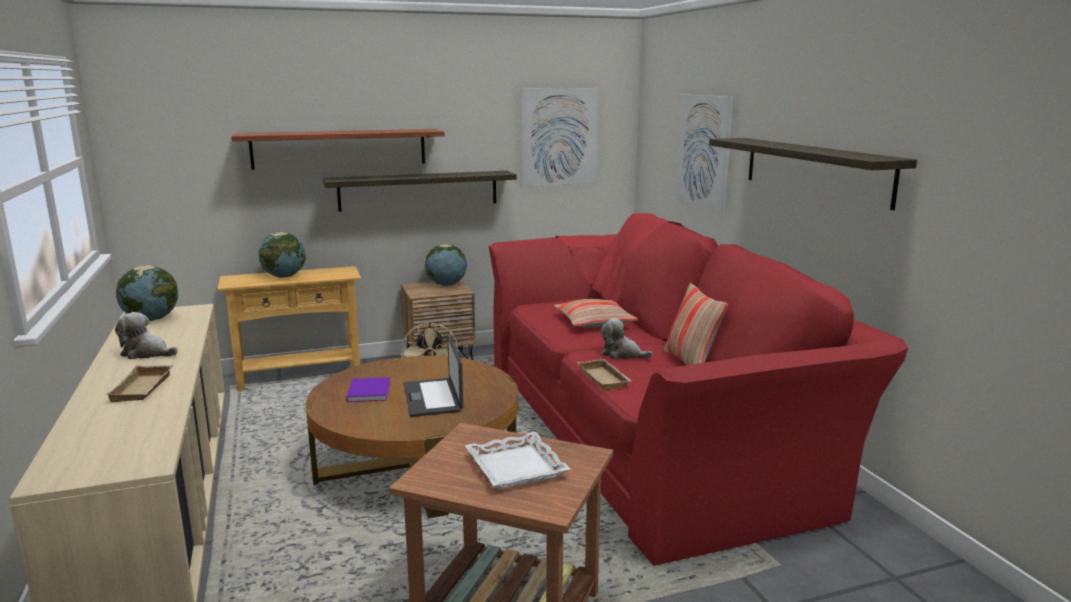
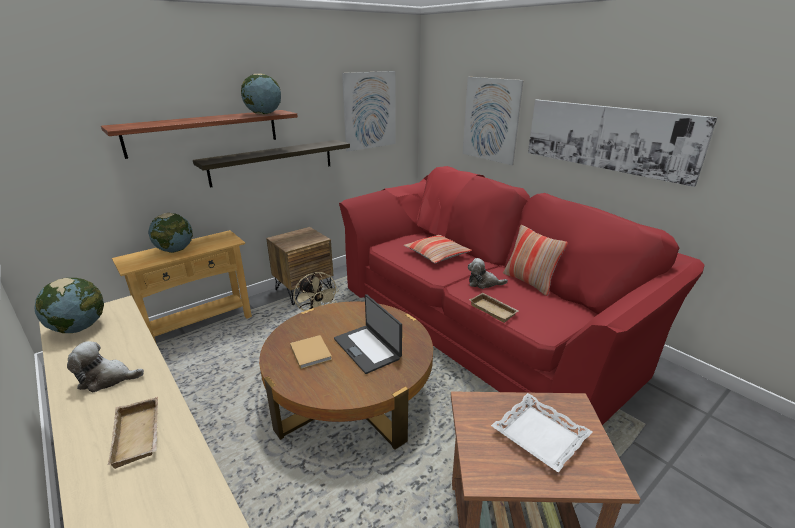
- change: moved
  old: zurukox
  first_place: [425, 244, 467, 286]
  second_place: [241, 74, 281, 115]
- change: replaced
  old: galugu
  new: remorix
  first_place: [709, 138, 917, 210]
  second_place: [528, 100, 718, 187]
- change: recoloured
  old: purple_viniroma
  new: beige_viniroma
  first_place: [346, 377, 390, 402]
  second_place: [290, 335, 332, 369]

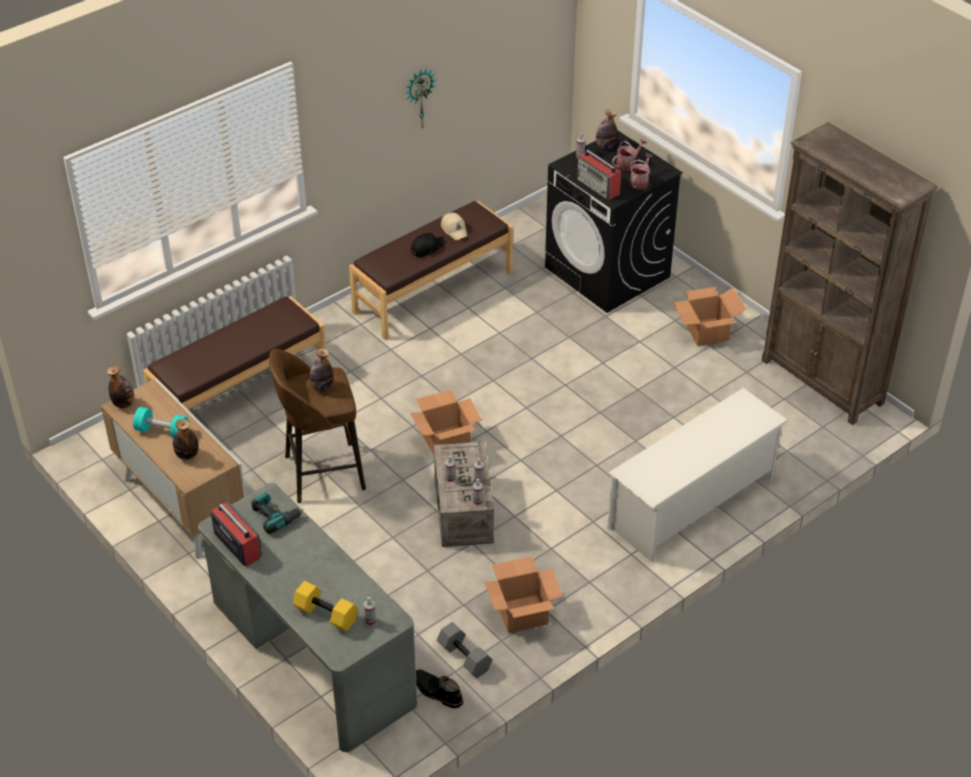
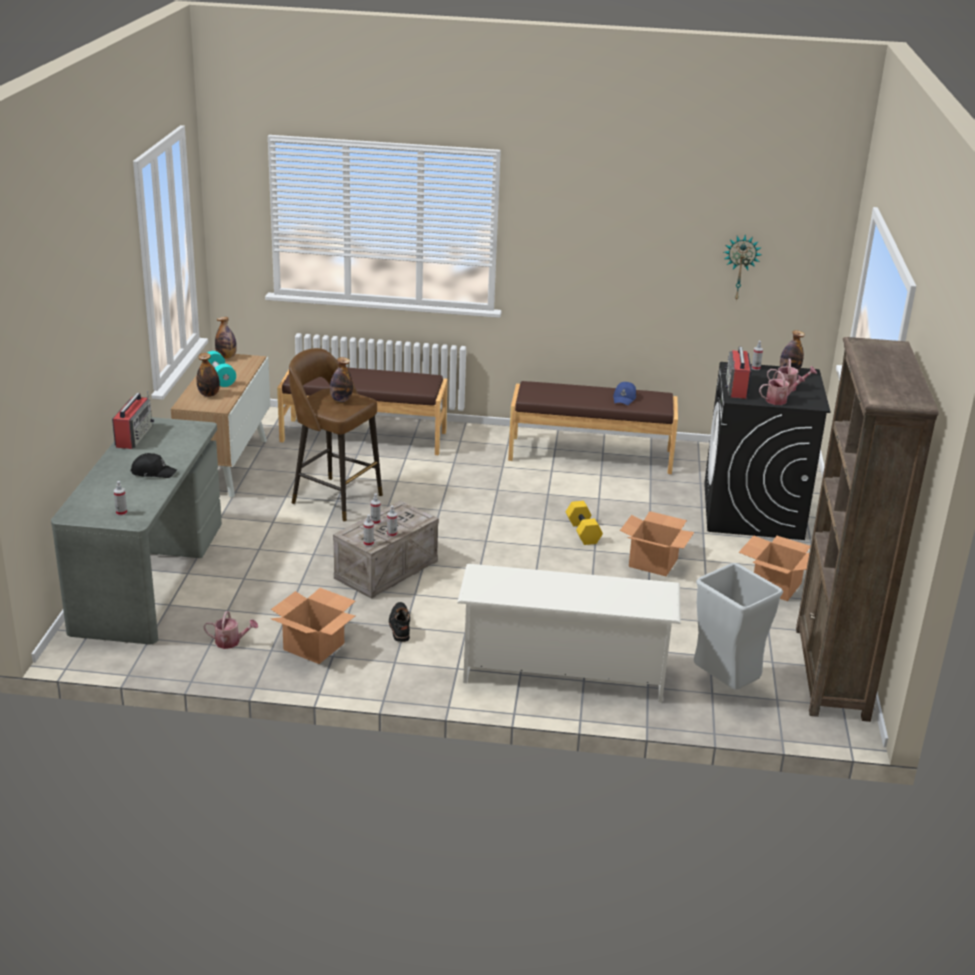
- change: removed
  old: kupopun
  first_place: [252, 493, 303, 534]
- change: added
  new: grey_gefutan
  second_place: [694, 563, 783, 690]
- change: moved
  old: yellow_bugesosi
  first_place: [293, 581, 358, 631]
  second_place: [566, 501, 603, 545]
- change: moved
  old: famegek
  first_place: [405, 68, 436, 128]
  second_place: [724, 235, 762, 301]
- change: moved
  old: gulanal
  first_place: [410, 390, 482, 455]
  second_place: [620, 511, 694, 576]
- change: moved
  old: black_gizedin
  first_place: [411, 233, 445, 257]
  second_place: [130, 453, 177, 478]
- change: moved
  old: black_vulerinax
  first_place: [416, 669, 463, 708]
  second_place: [389, 602, 410, 642]
- change: replaced
  old: grey_bugesosi
  new: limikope
  first_place: [437, 622, 493, 678]
  second_place: [203, 611, 258, 649]
- change: recoloured
  old: beige_gizedin
  new: blue_gizedin
  first_place: [441, 213, 467, 240]
  second_place: [613, 382, 636, 405]

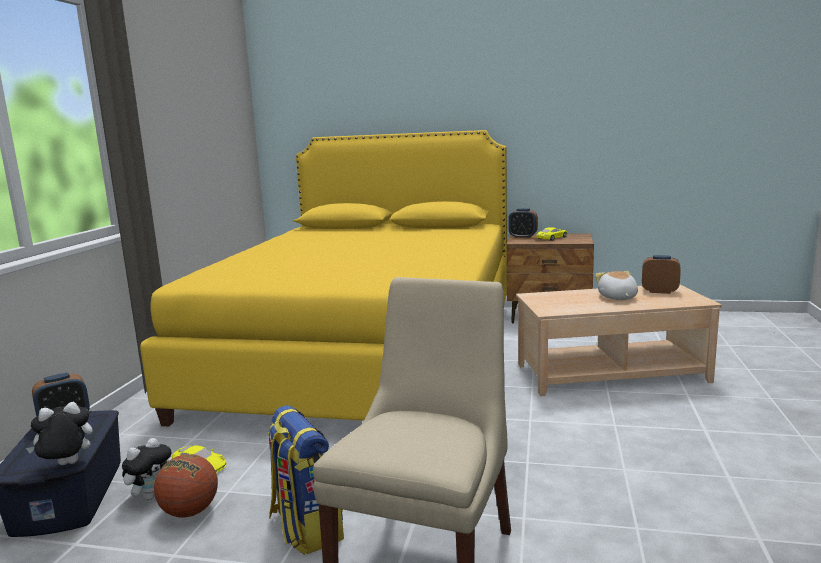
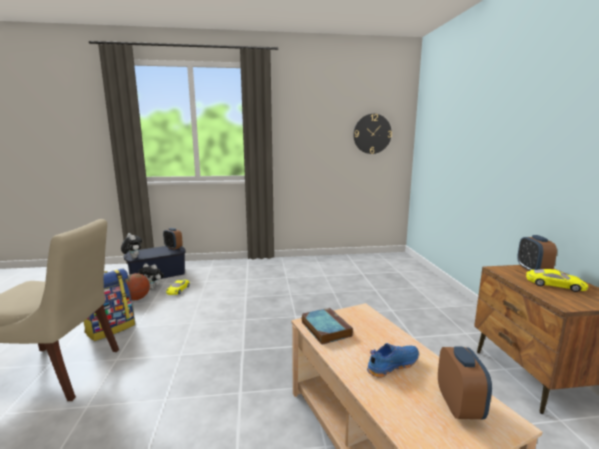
- change: removed
  old: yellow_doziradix
  first_place: [140, 130, 507, 427]
- change: added
  new: viniroma
  second_place: [301, 308, 353, 345]
- change: added
  new: famegek
  second_place: [353, 114, 392, 154]
- change: replaced
  old: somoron
  new: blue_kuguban
  first_place: [595, 271, 638, 300]
  second_place: [367, 343, 419, 378]

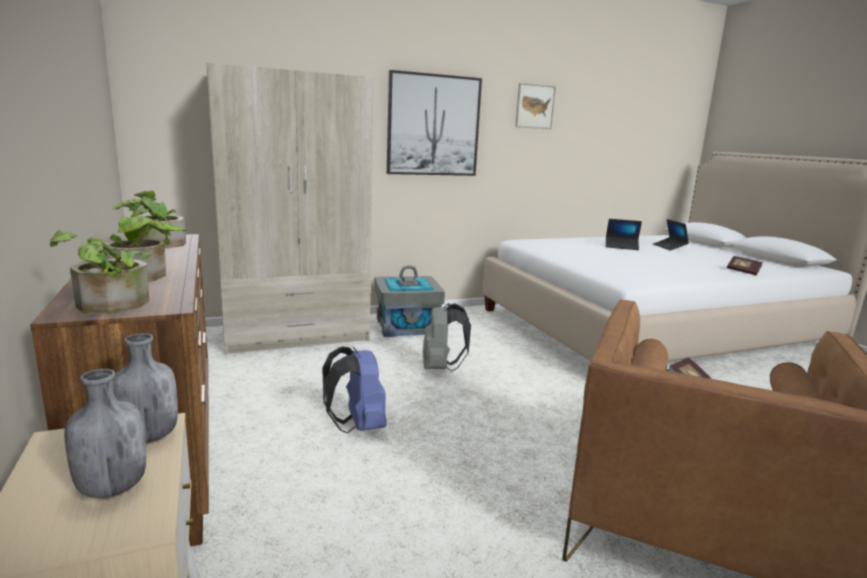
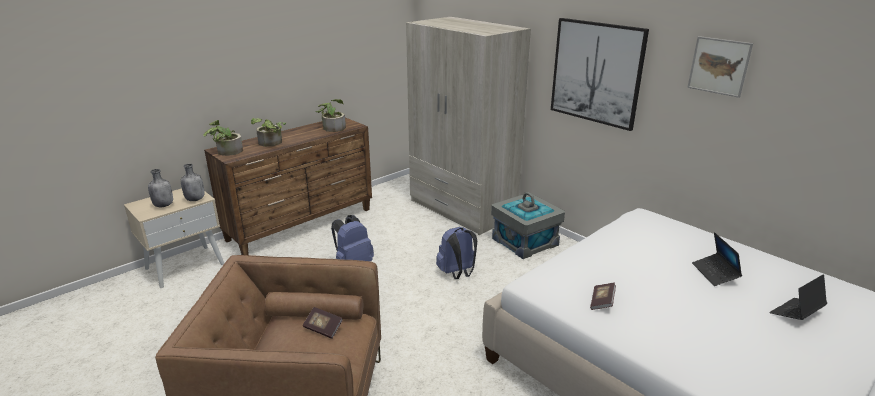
- change: moved
  old: viniroma
  first_place: [727, 256, 763, 275]
  second_place: [590, 283, 616, 310]
- change: recoloured
  old: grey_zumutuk
  new: blue_zumutuk
  first_place: [423, 303, 471, 371]
  second_place: [436, 227, 477, 279]

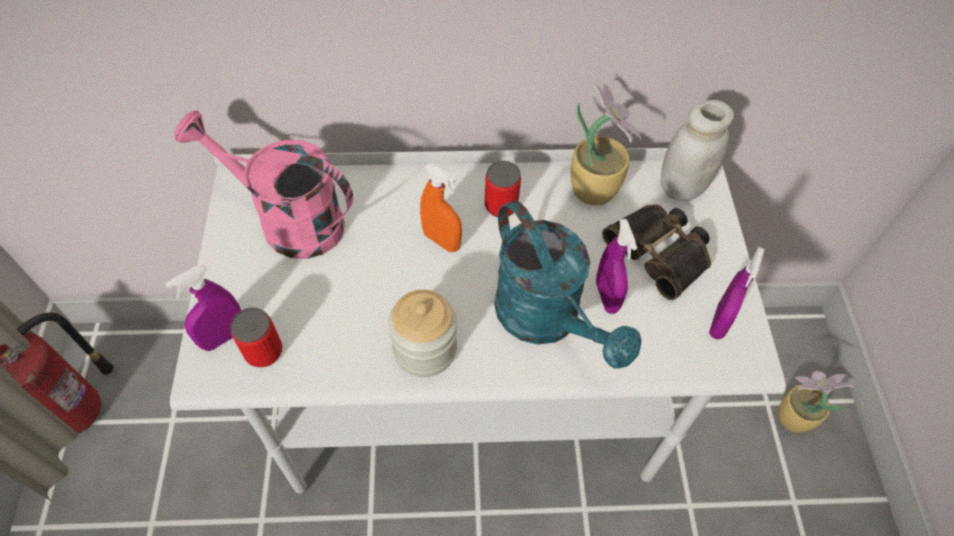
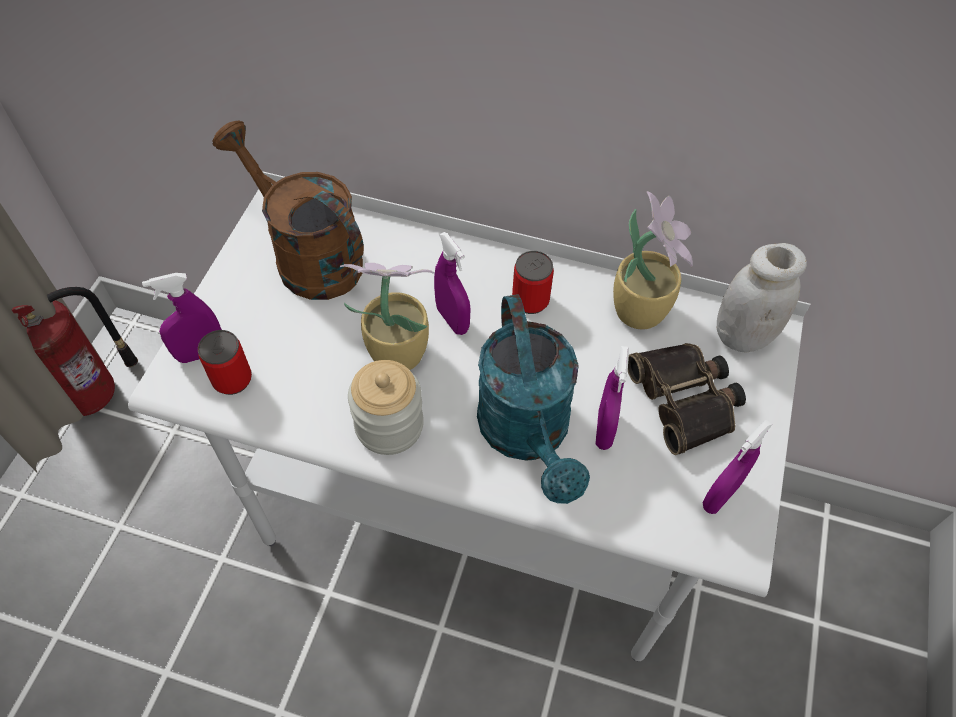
- change: moved
  old: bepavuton
  first_place: [778, 371, 854, 433]
  second_place: [340, 263, 434, 370]
- change: recoloured
  old: pink_limikope
  new: brown_limikope
  first_place: [174, 110, 353, 259]
  second_place: [212, 120, 364, 300]
- change: recoloured
  old: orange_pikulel
  new: purple_pikulel
  first_place: [420, 163, 462, 252]
  second_place: [434, 232, 471, 335]

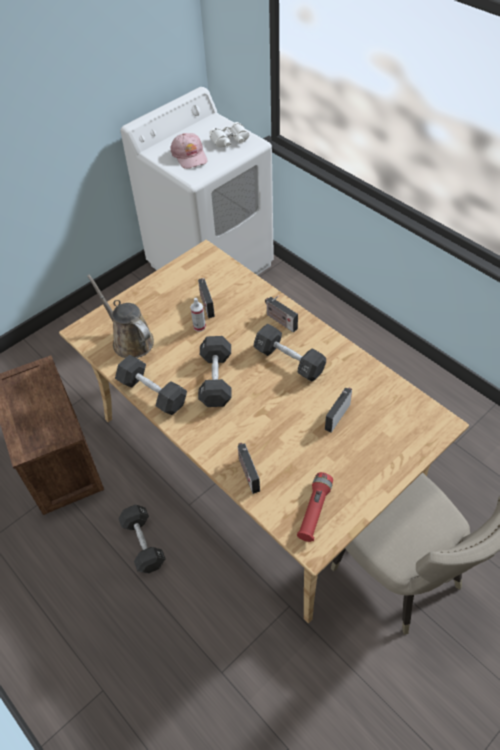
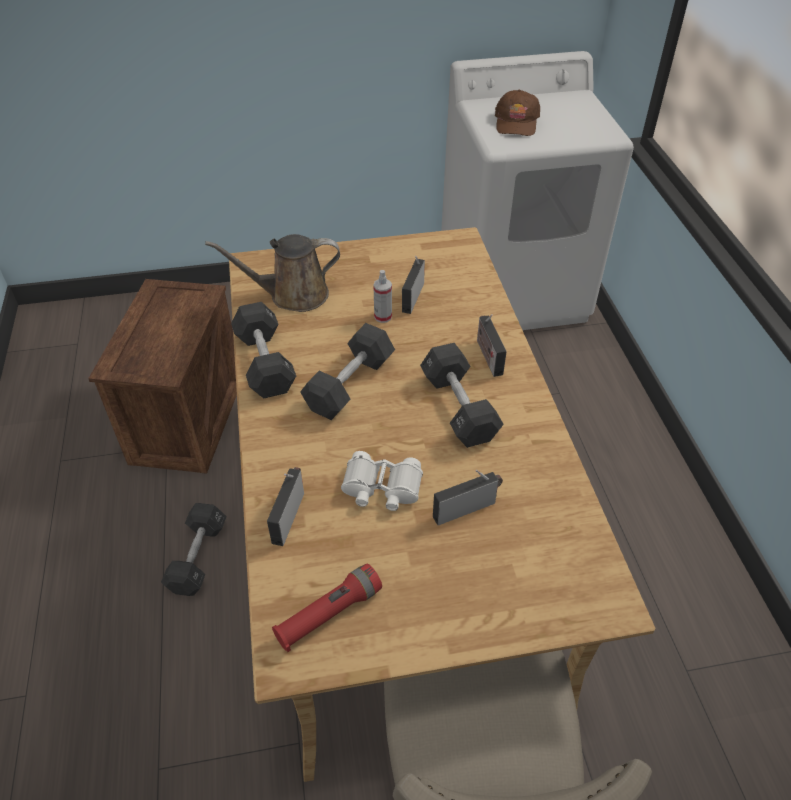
- change: moved
  old: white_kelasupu
  first_place: [209, 122, 249, 148]
  second_place: [341, 451, 423, 511]
- change: recoloured
  old: pink_gizedin
  new: brown_gizedin
  first_place: [171, 133, 208, 169]
  second_place: [495, 89, 540, 136]
- change: turned
  old: brown_limikope
  first_place: [87, 275, 154, 358]
  second_place: [205, 234, 340, 312]
  degrees: -90

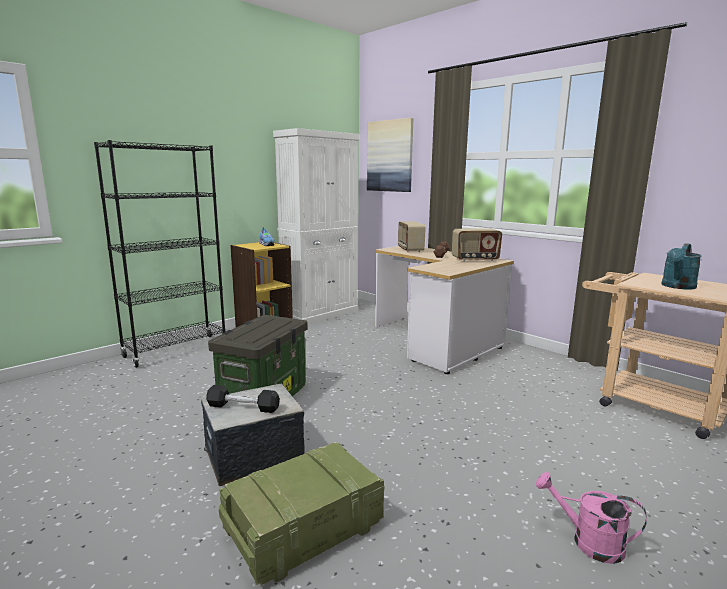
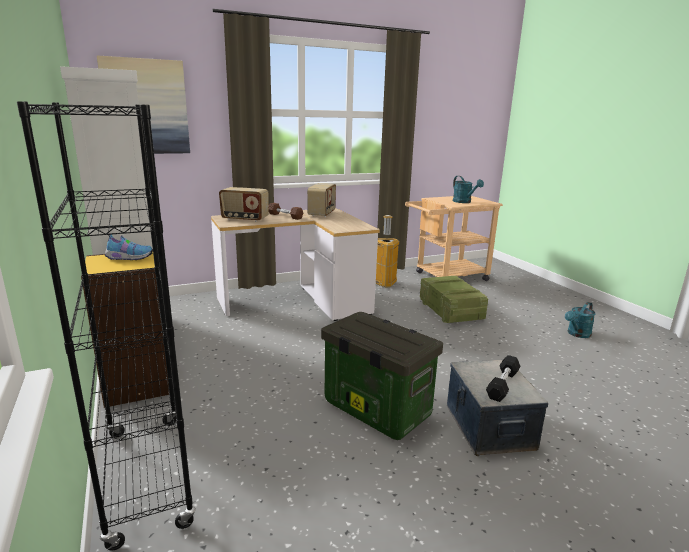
- change: added
  new: gefutan
  second_place: [376, 215, 399, 288]
- change: moved
  old: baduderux
  first_place: [219, 442, 384, 585]
  second_place: [420, 276, 488, 323]
- change: recoloured
  old: pink_limikope
  new: turquoise_limikope
  first_place: [536, 472, 647, 564]
  second_place: [565, 302, 596, 338]

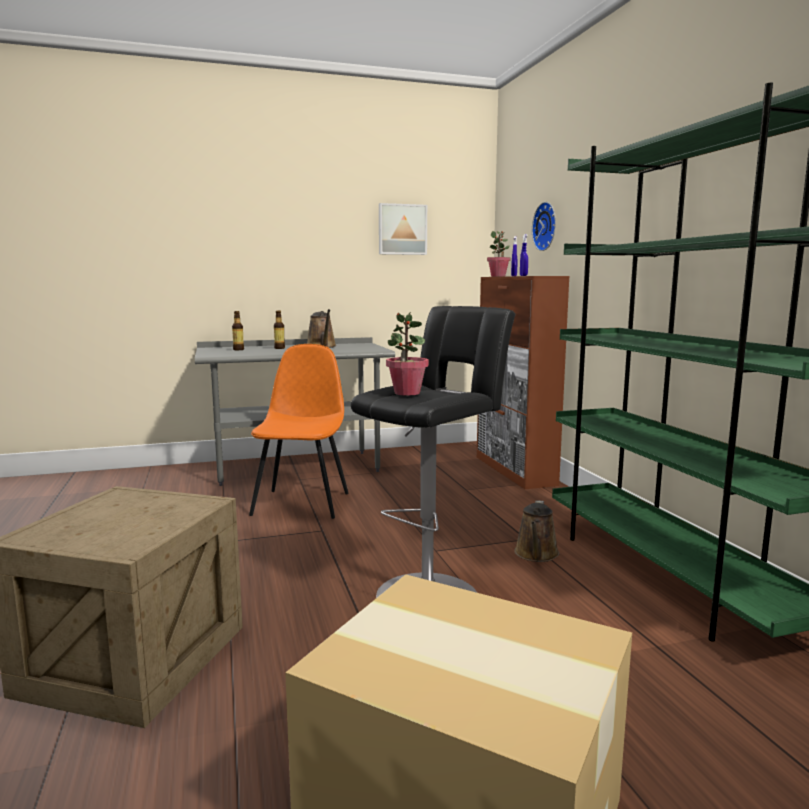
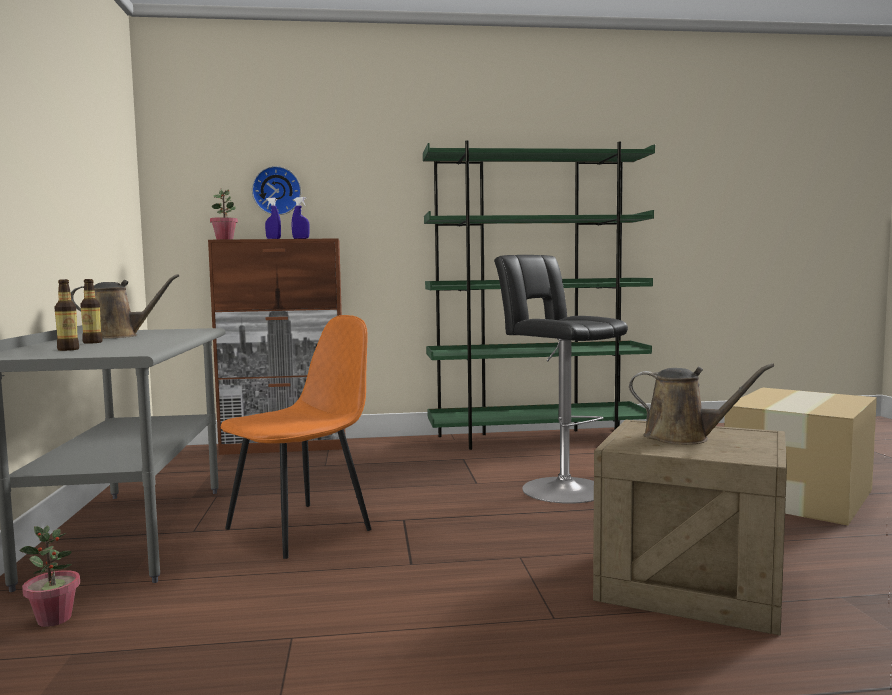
- change: removed
  old: remorix
  first_place: [379, 203, 427, 255]
- change: moved
  old: bepavuton
  first_place: [386, 312, 429, 396]
  second_place: [19, 525, 80, 627]
- change: moved
  old: brown_limikope
  first_place: [514, 500, 559, 562]
  second_place: [629, 363, 774, 445]
- change: turned
  old: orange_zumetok
  first_place: [249, 344, 348, 519]
  second_place: [220, 315, 371, 559]
  degrees: 120

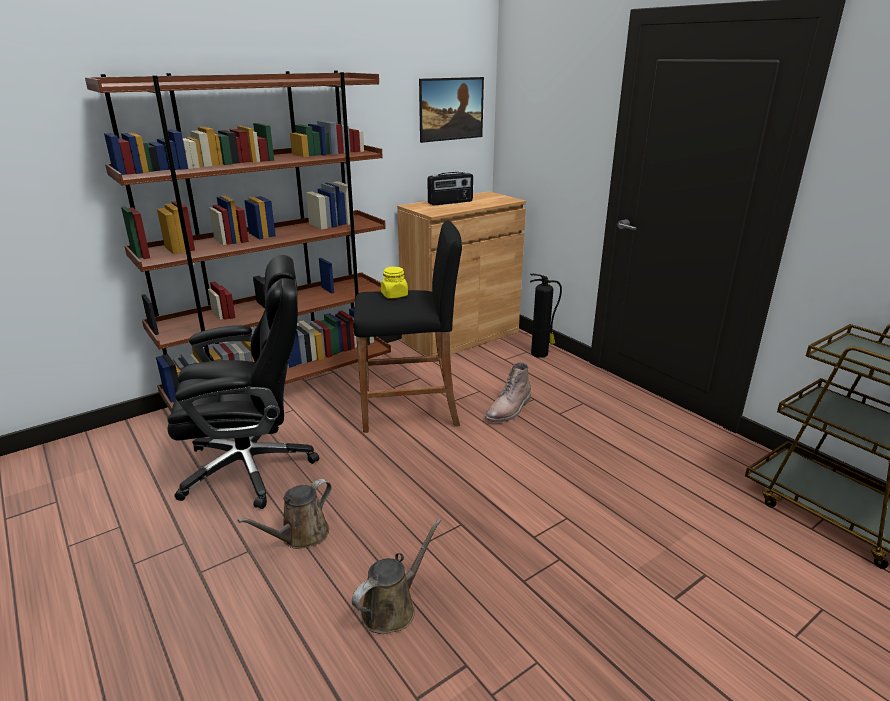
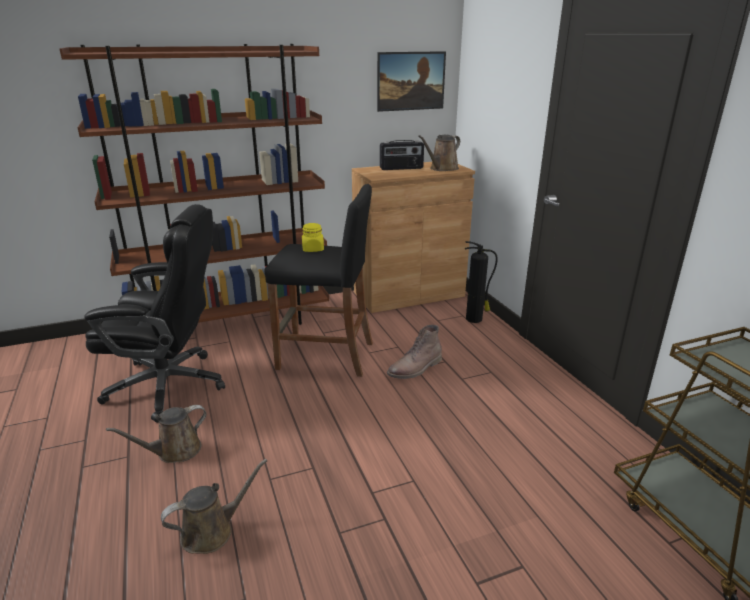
- change: added
  new: brown_limikope
  second_place: [418, 135, 460, 171]

